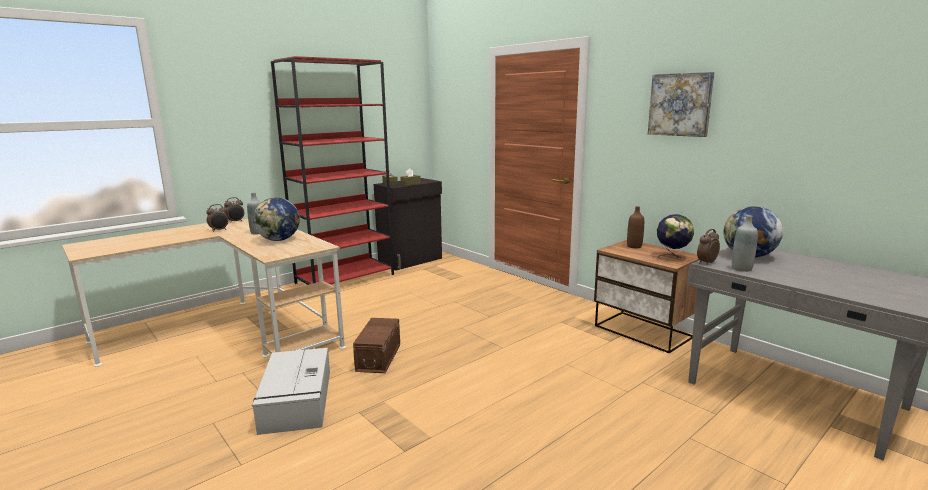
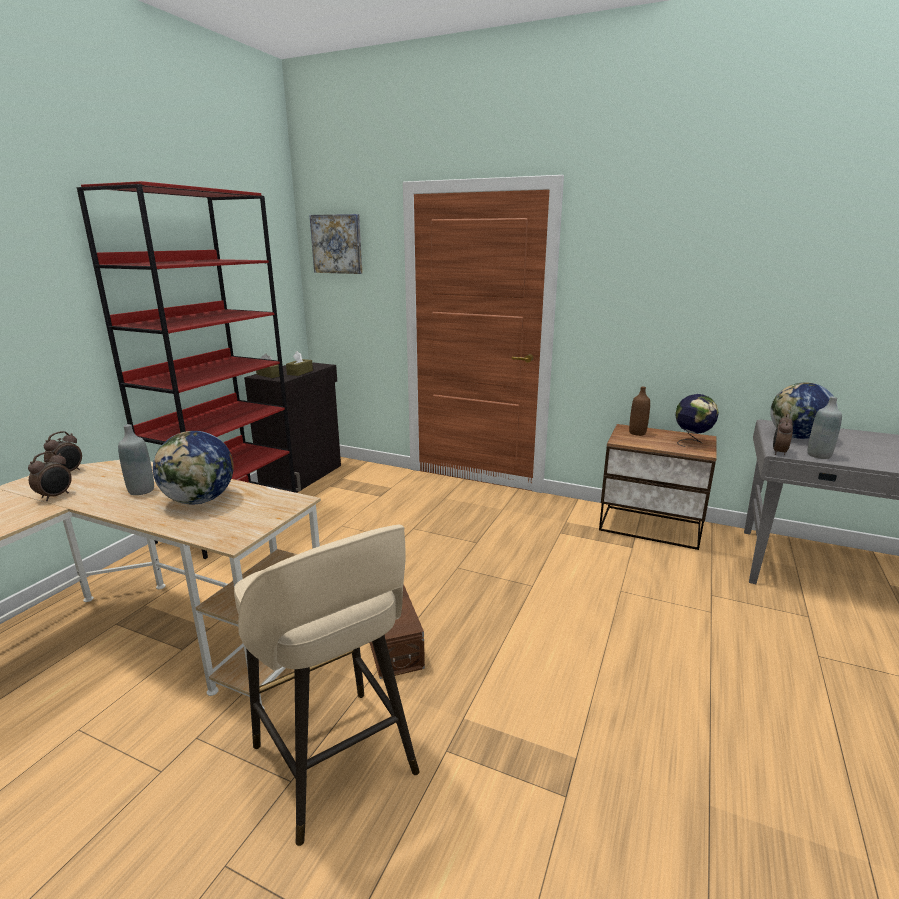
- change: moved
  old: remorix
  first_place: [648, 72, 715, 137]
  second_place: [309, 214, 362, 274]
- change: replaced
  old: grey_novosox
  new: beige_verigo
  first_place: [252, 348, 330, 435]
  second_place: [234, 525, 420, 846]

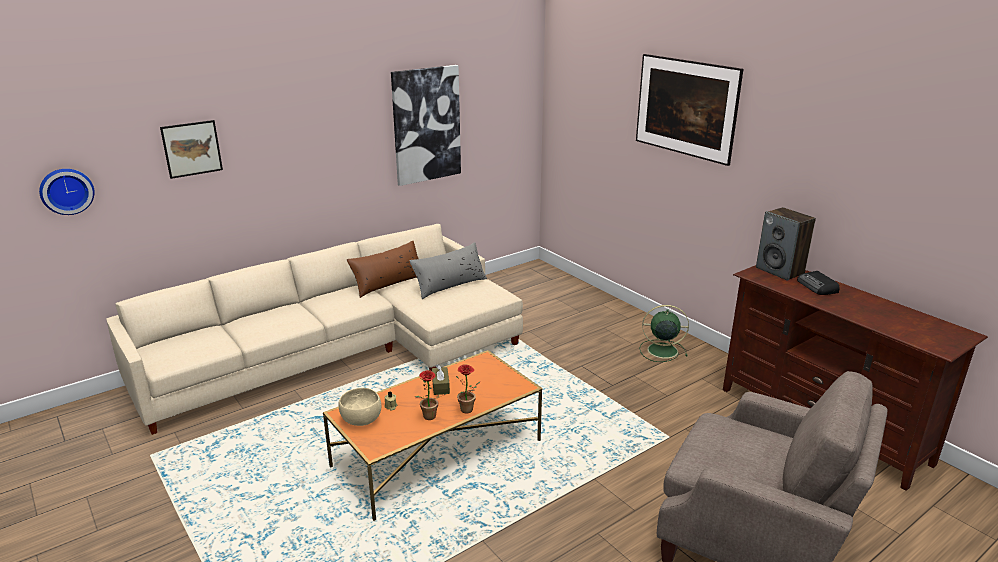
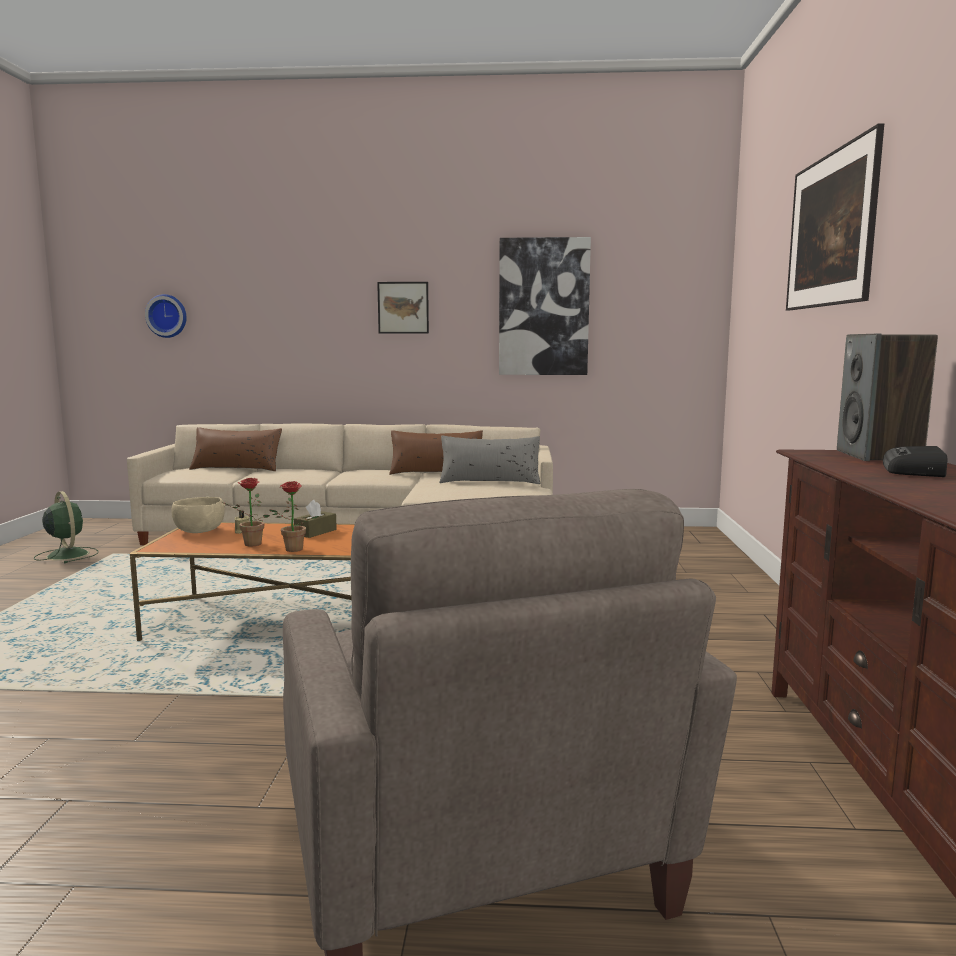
- change: added
  new: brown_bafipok
  second_place: [189, 427, 282, 471]
- change: moved
  old: remorix
  first_place: [160, 120, 223, 179]
  second_place: [377, 282, 429, 334]
- change: moved
  old: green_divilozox
  first_place: [639, 305, 689, 362]
  second_place: [34, 491, 98, 563]

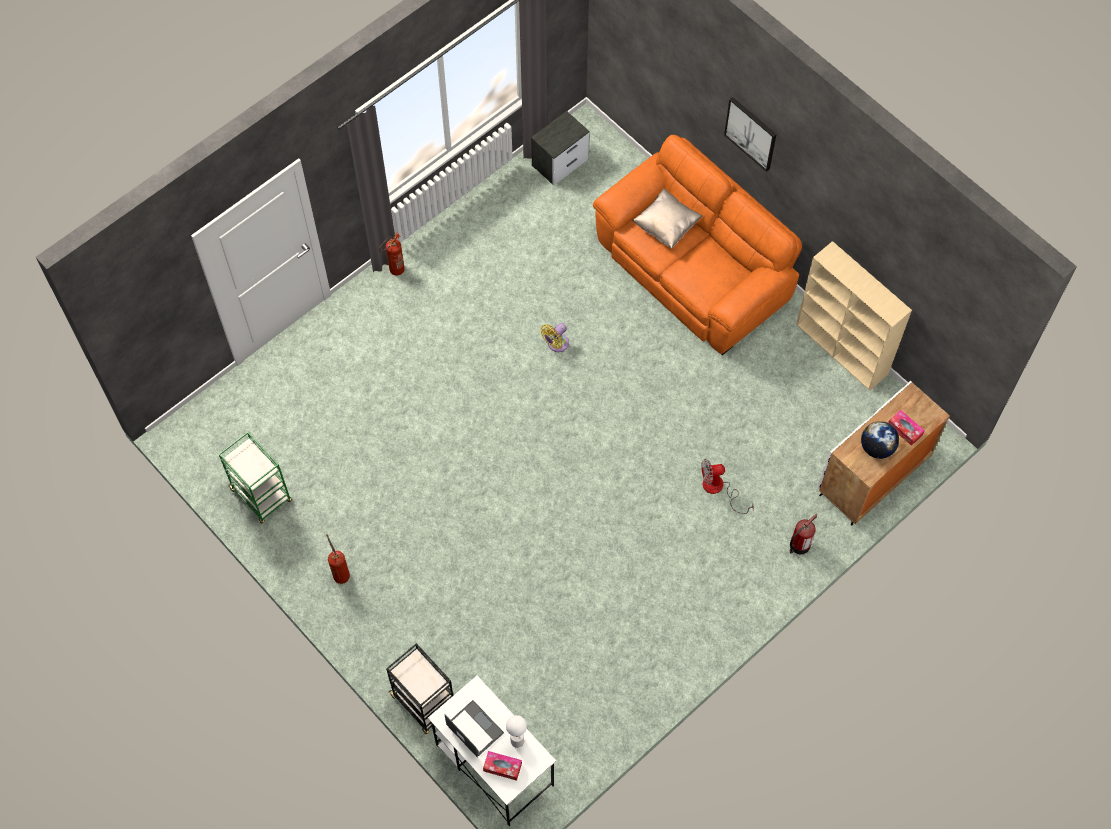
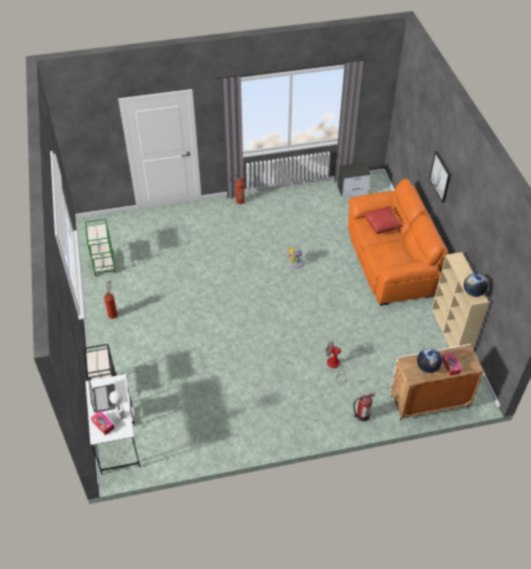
- change: added
  new: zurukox
  second_place: [464, 273, 488, 297]
- change: recoloured
  old: beige_bafipok
  new: red_bafipok
  first_place: [632, 188, 703, 249]
  second_place: [363, 206, 403, 234]

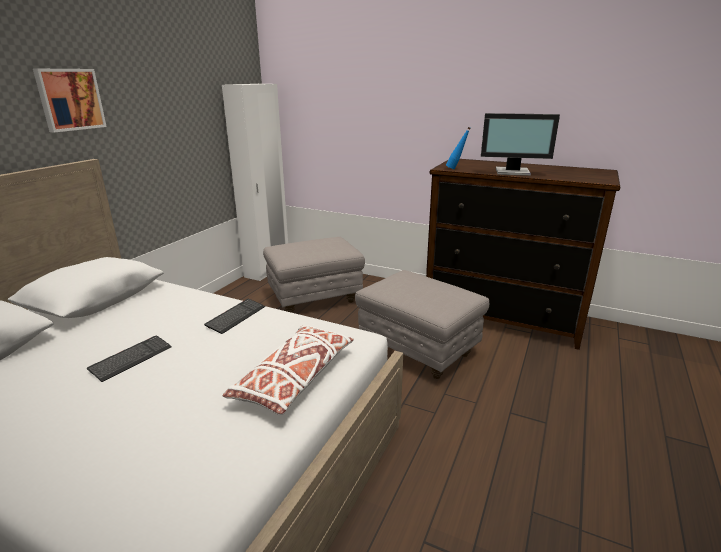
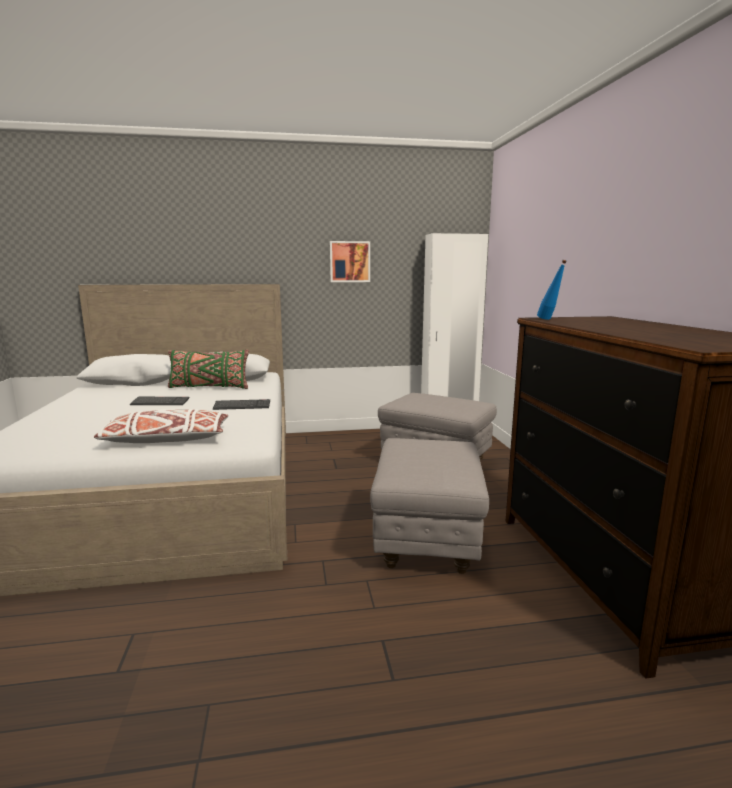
- change: removed
  old: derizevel
  first_place: [481, 113, 560, 176]
- change: added
  new: green_bafipok
  second_place: [168, 350, 249, 389]
- change: moved
  old: remorix
  first_place: [33, 69, 107, 133]
  second_place: [330, 241, 370, 282]

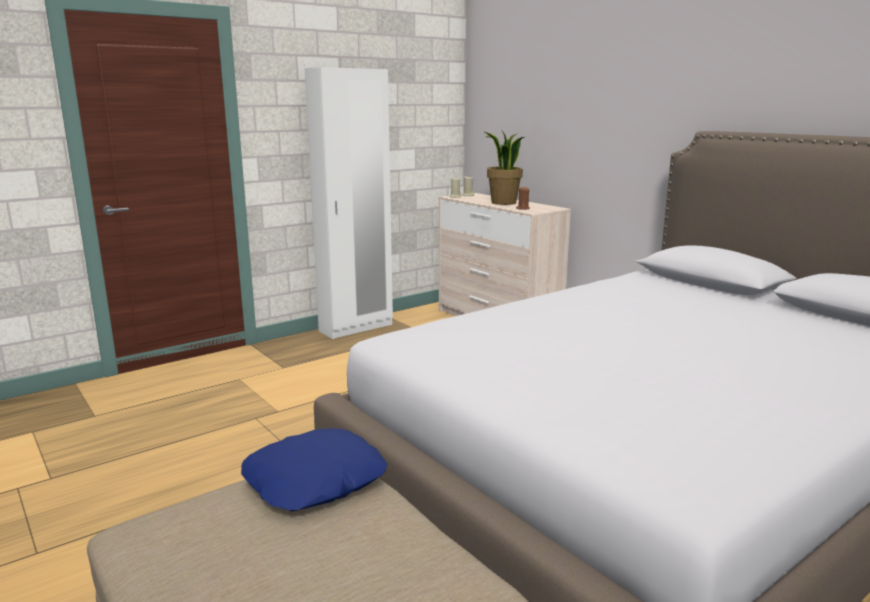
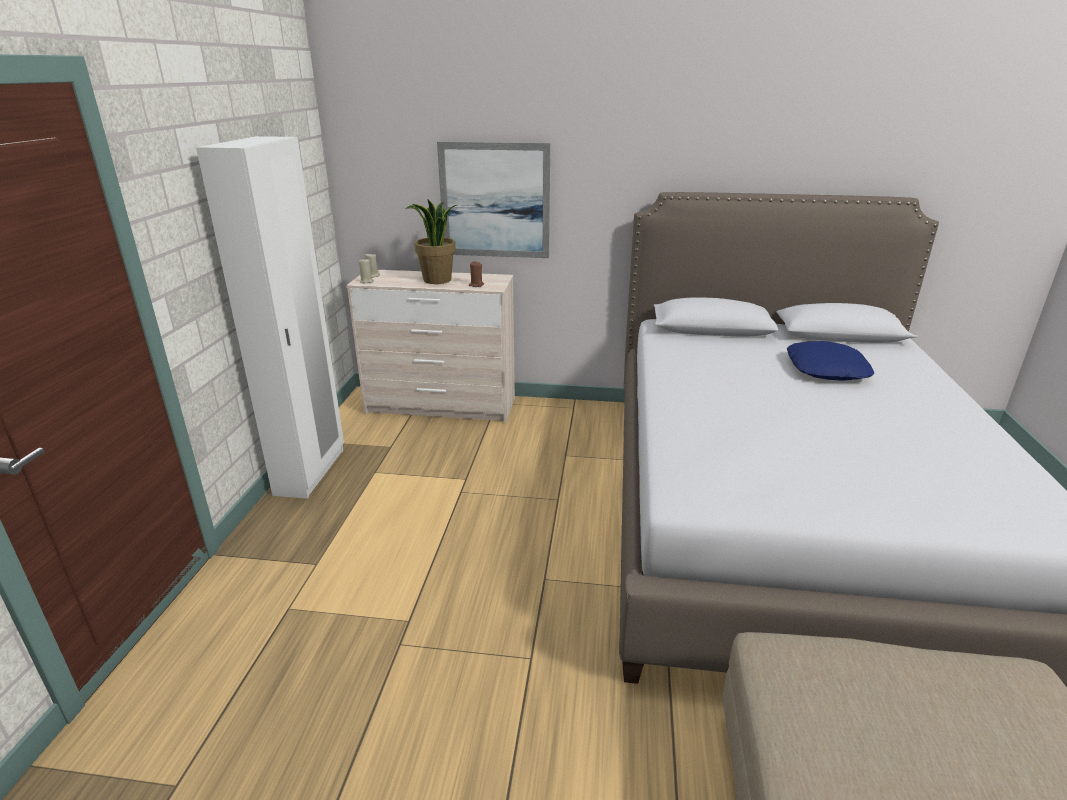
- change: added
  new: remorix
  second_place: [437, 142, 550, 258]
- change: moved
  old: blue_bafipok
  first_place: [241, 428, 388, 512]
  second_place: [787, 341, 874, 381]

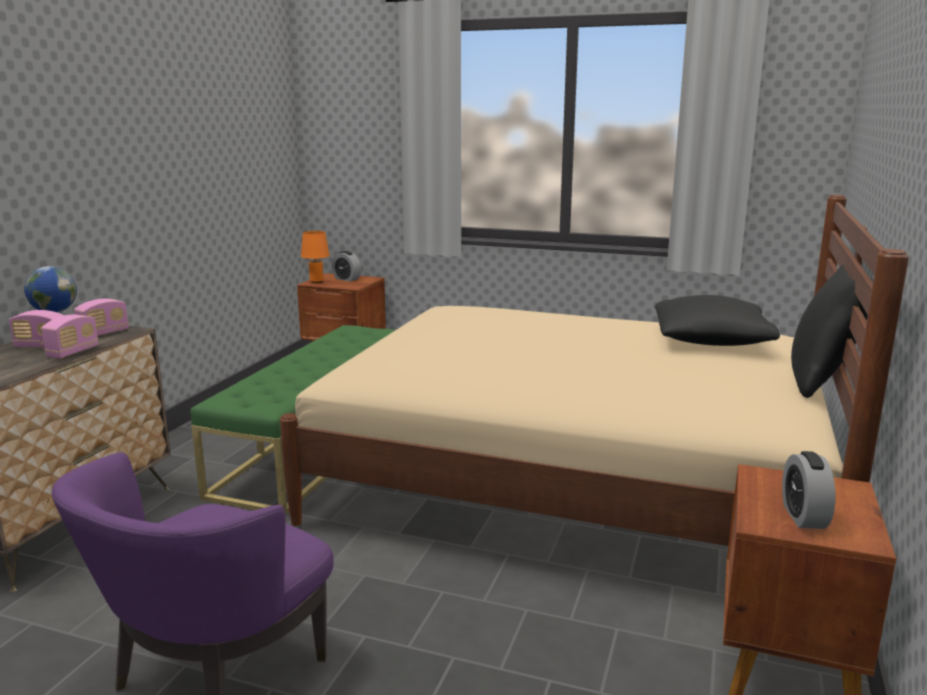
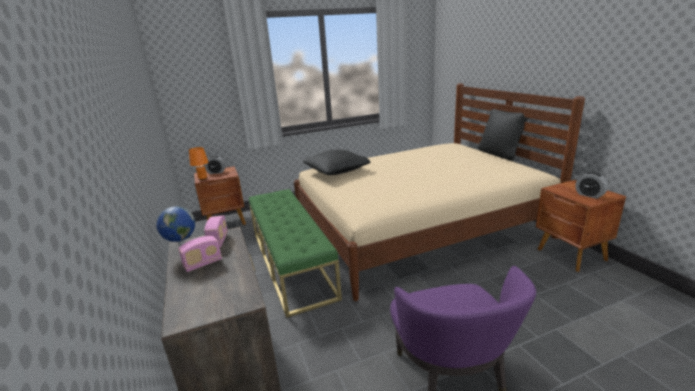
- change: removed
  old: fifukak
  first_place: [41, 315, 99, 359]
- change: moved
  old: black_bafipok
  first_place: [655, 295, 780, 346]
  second_place: [303, 149, 370, 175]

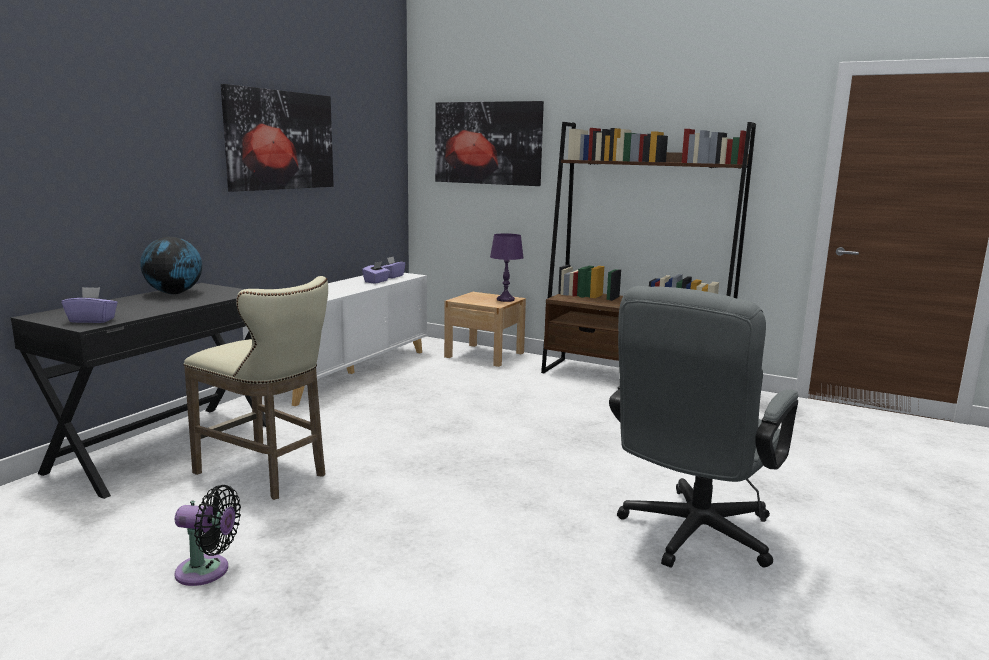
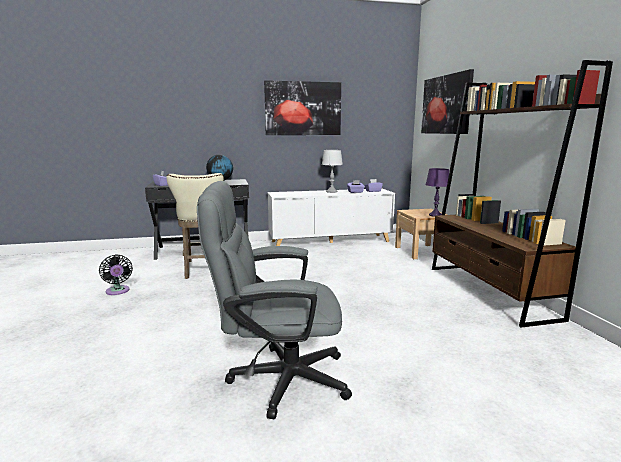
- change: added
  new: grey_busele
  second_place: [322, 150, 343, 193]

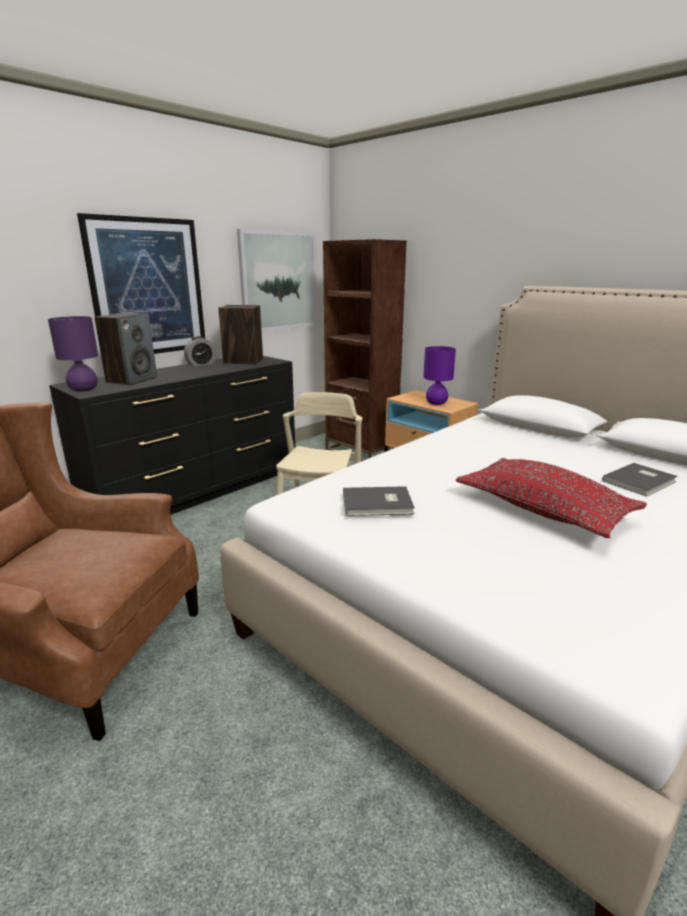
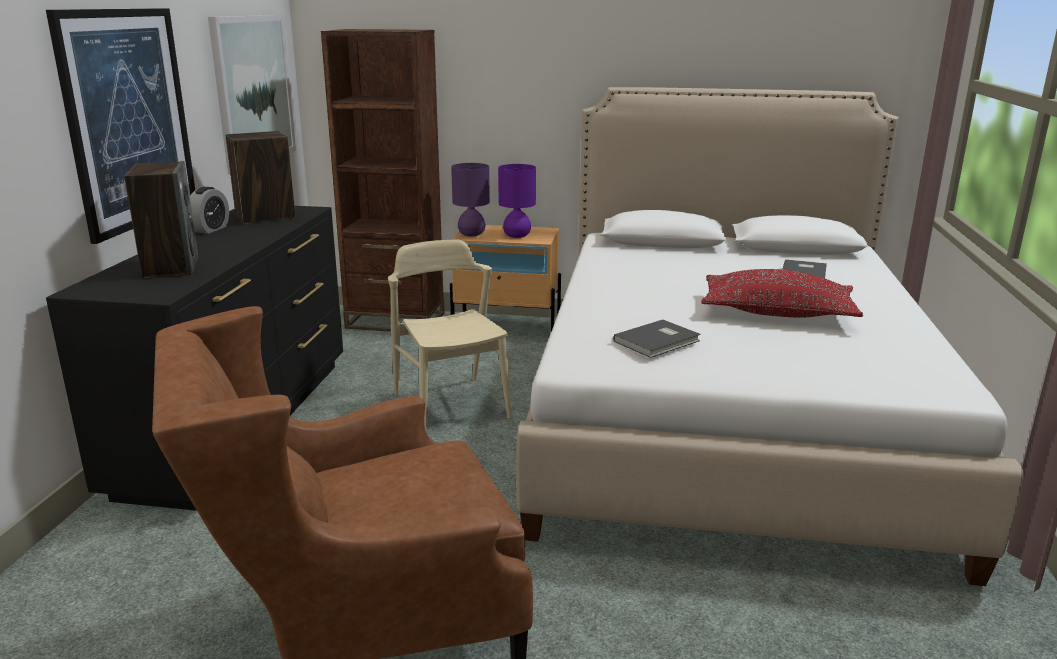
- change: moved
  old: purple_busele
  first_place: [48, 316, 98, 392]
  second_place: [451, 163, 490, 236]

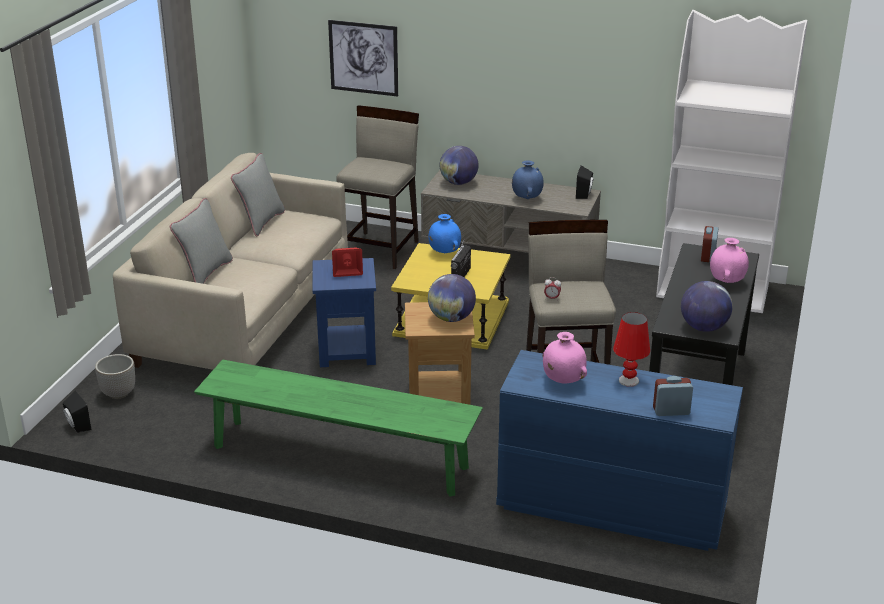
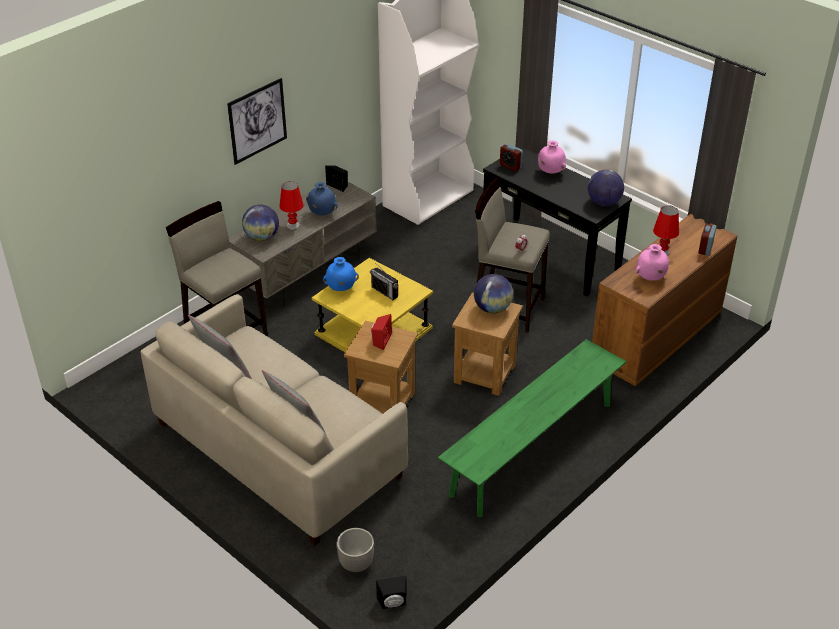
- change: added
  new: red_busele
  second_place: [280, 181, 304, 230]
- change: moved
  old: remorix
  first_place: [328, 20, 398, 97]
  second_place: [227, 78, 287, 165]
- change: recoloured
  old: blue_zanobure
  new: brown_zanobure
  first_place: [313, 258, 376, 367]
  second_place: [344, 320, 418, 414]
- change: recoloured
  old: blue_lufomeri
  new: brown_lufomeri
  first_place: [496, 350, 743, 551]
  second_place: [592, 214, 737, 386]

